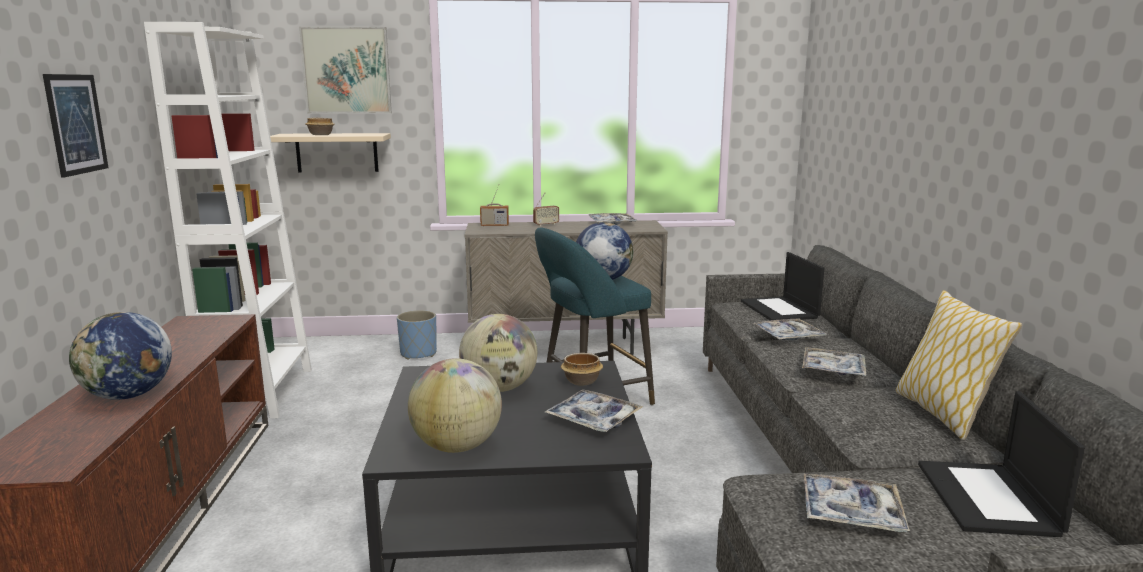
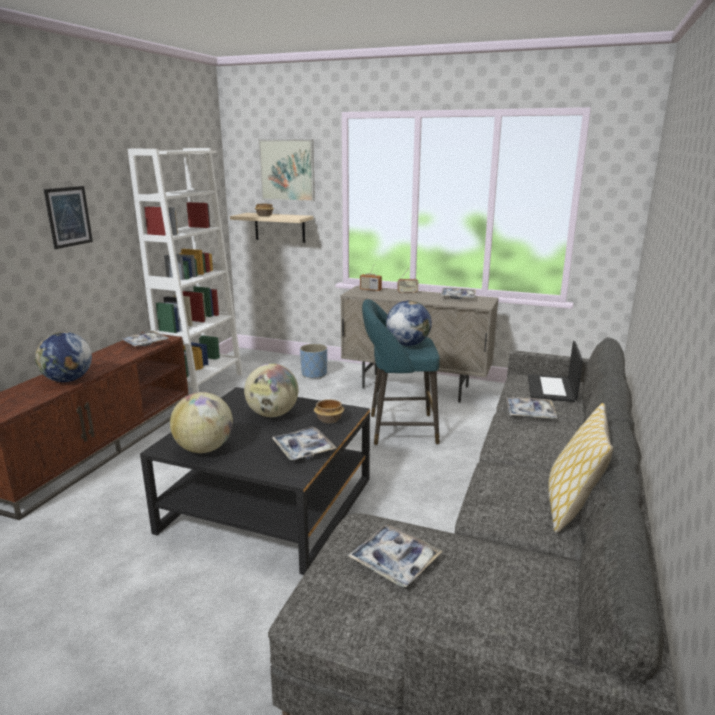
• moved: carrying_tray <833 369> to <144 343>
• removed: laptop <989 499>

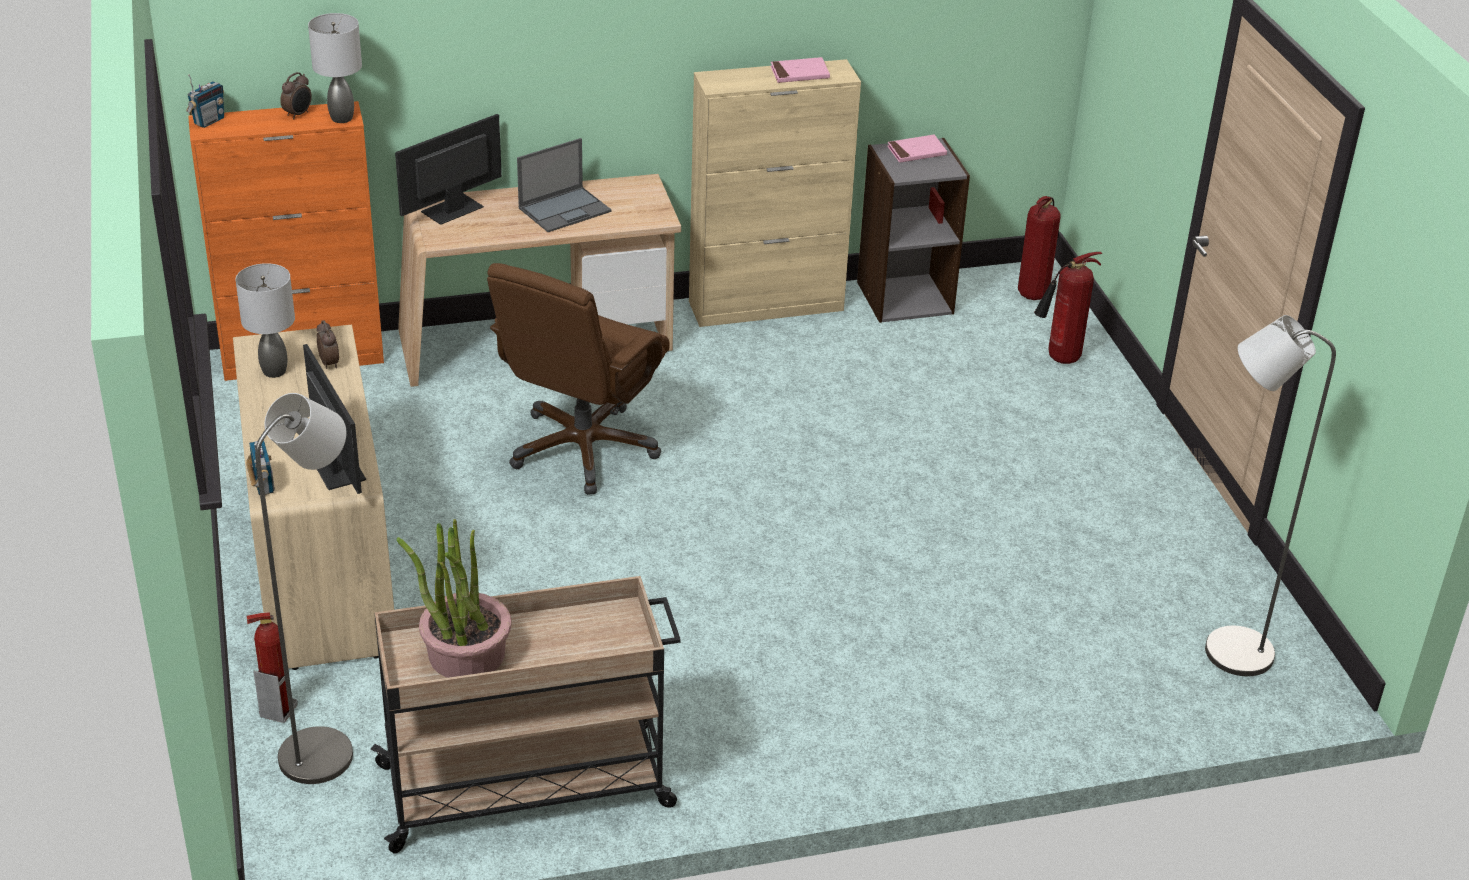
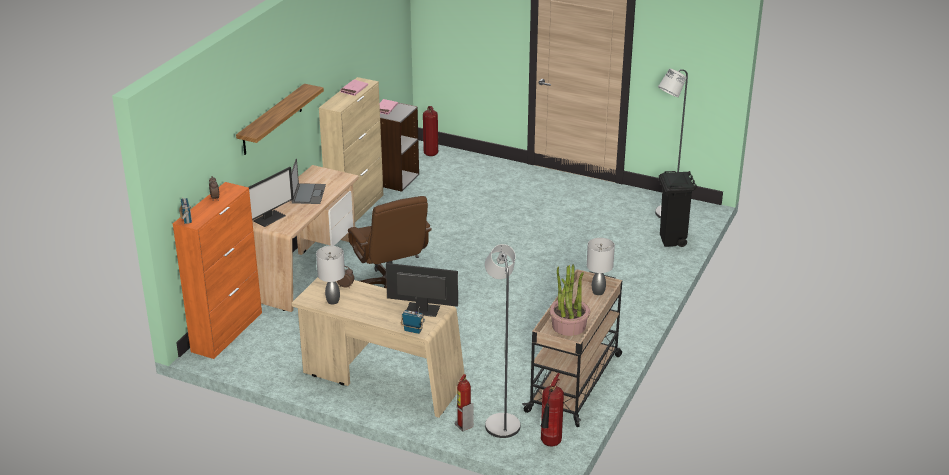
• moved: gray_tabletop_lamp <342 118> to <598 292>
• turned: monitor <452 210> = <269 218> 135 degrees counterclockwise
• moved: extinguisher <1059 359> to <550 444>
• added: bracket_shelf <272 120>
• added: blackish_trash_can <672 241>

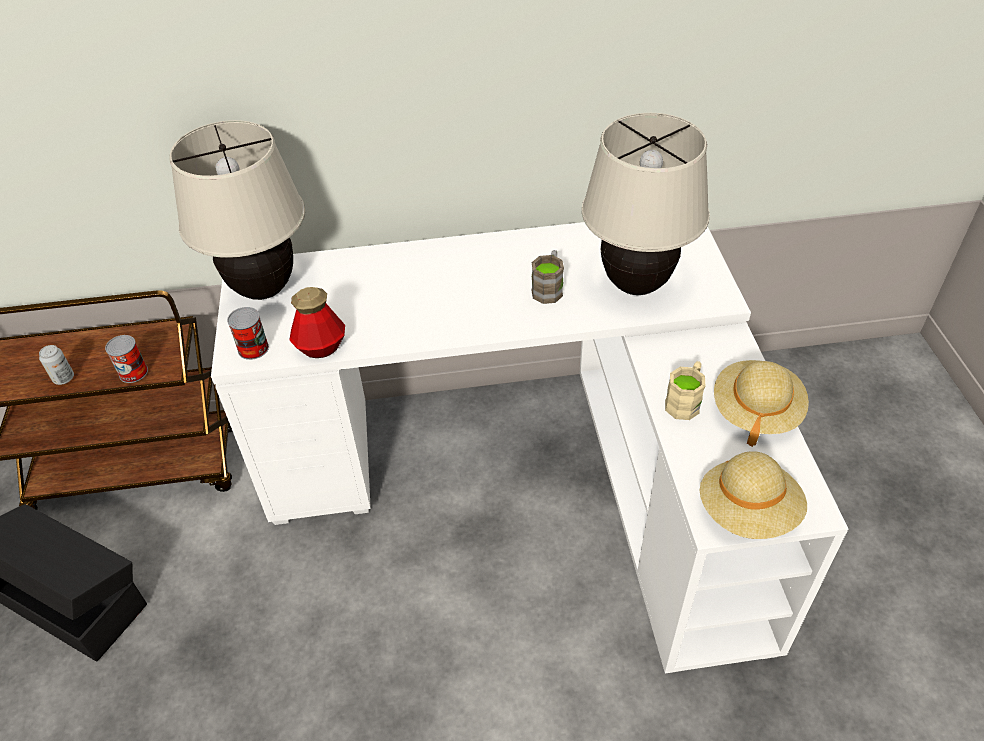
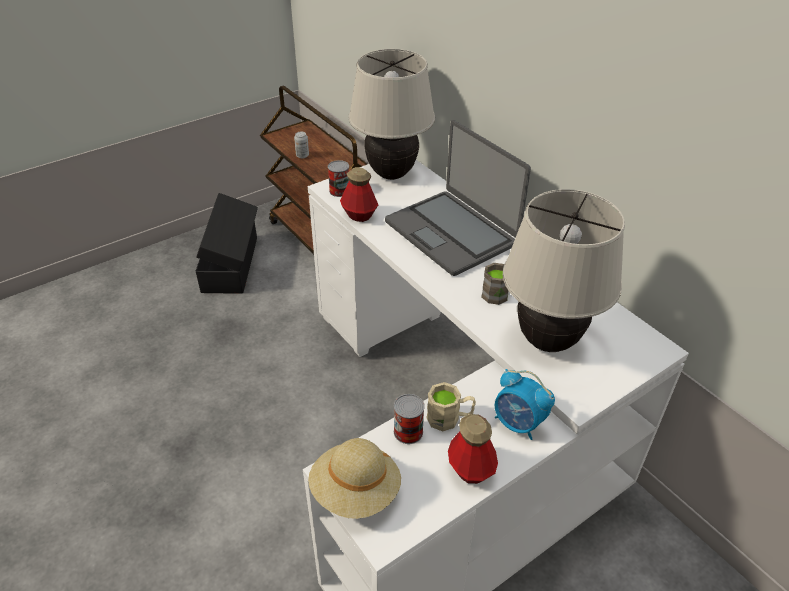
• moved: sealed_can <133 372> to <408 432>
• replaced: beige_clothing_hat <755 411> to beverage_bottle <471 469>
• added: laptop <451 233>
• added: bedside_clock <518 424>

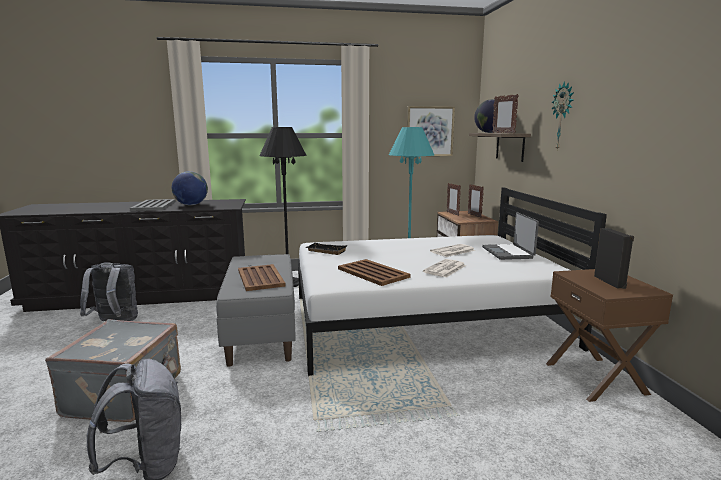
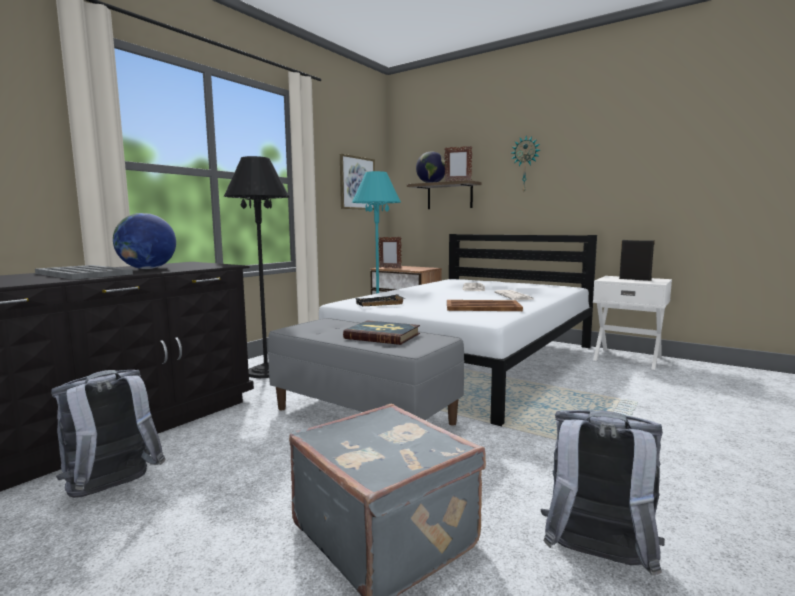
• replaced: brown_carrying_tray <260 278> to book <382 336>
• removed: standing_frame <474 216>
• removed: laptop <508 253>
• recoloured: brown_bedside_table <596 378> to white_bedside_table <627 358>

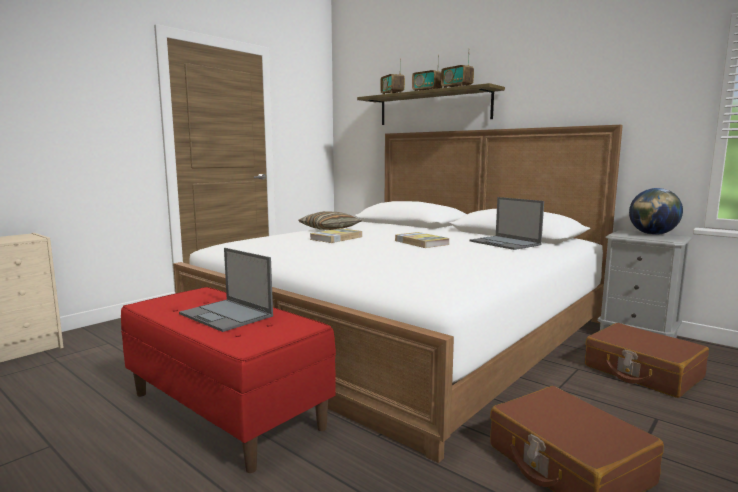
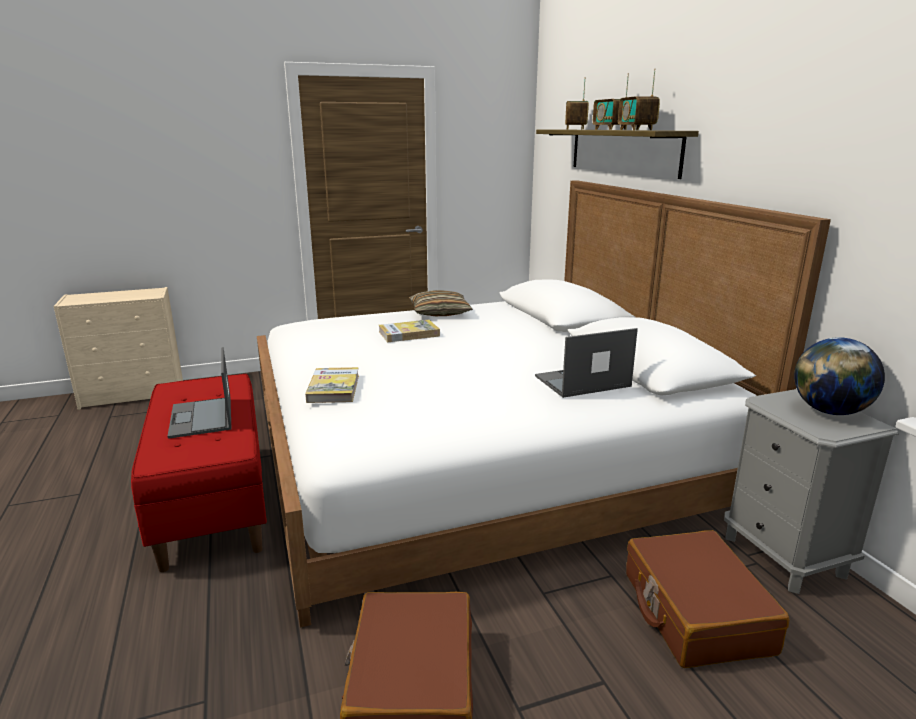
• moved: book <421 242> to <333 388>
• turned: laptop <505 243> = <581 382> 75 degrees clockwise

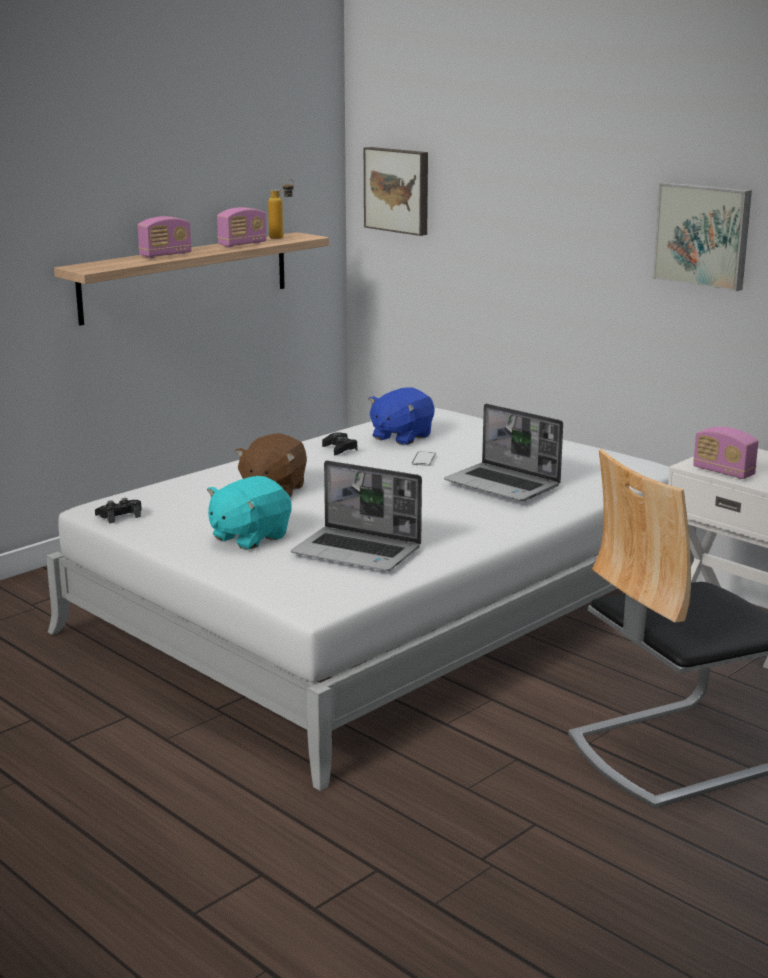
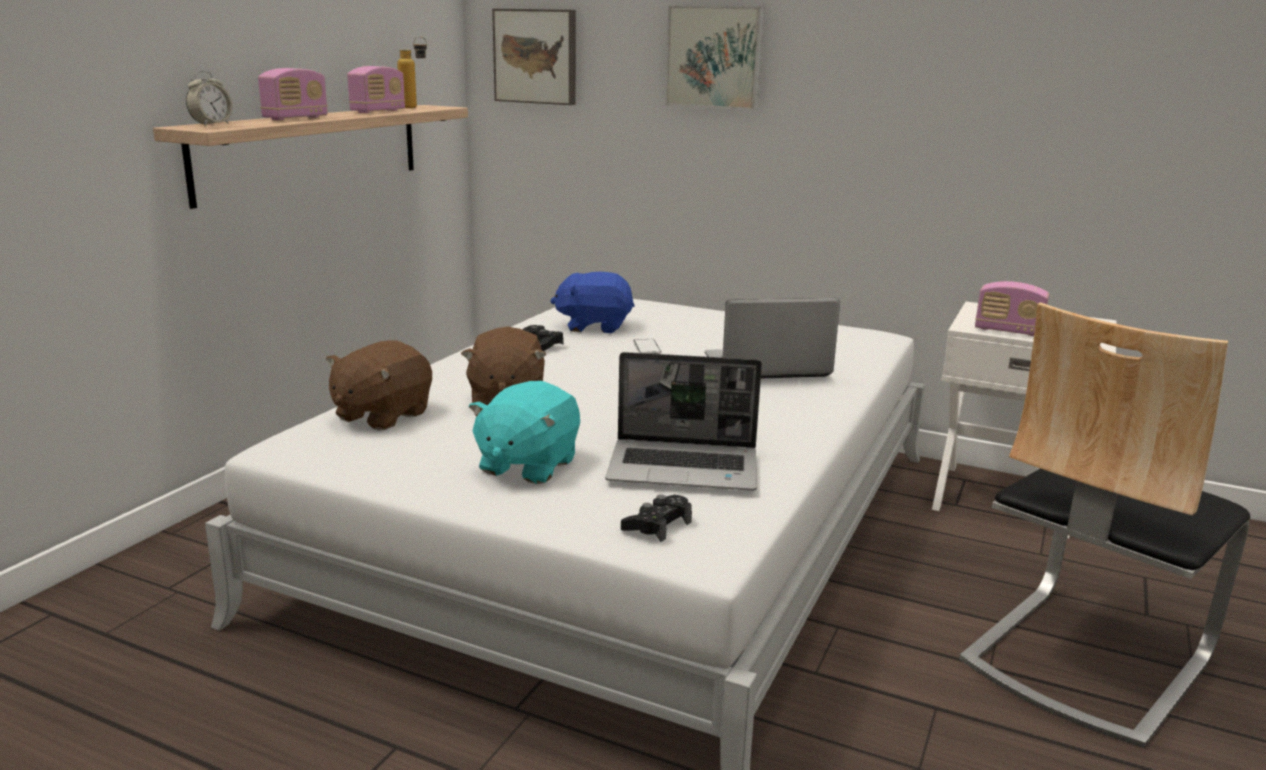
• moved: blackish_gamepad <119 516> to <657 525>
• turned: blue-coloured_soft_toy <401 437> = <594 326> 75 degrees clockwise
• turned: laptop <503 485> = <765 367> 150 degrees clockwise
• moved: wall_picture <703 235> to <715 57>
• added: bedside_clock <211 124>
• added: brown_soft_toy <381 415>

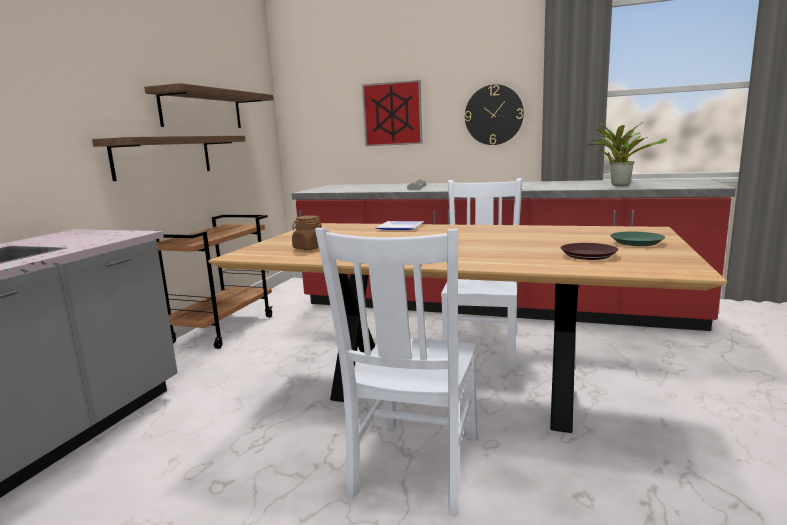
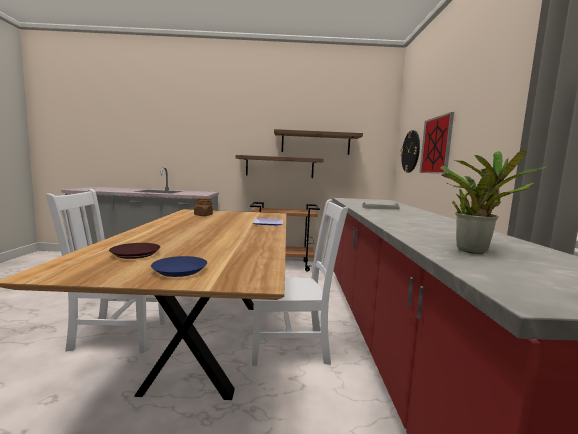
• moved: clock_on_the_wall <494 115> to <411 151>
• recoloured: green_flat_dish <637 242> to blue-coloured_flat_dish <179 270>

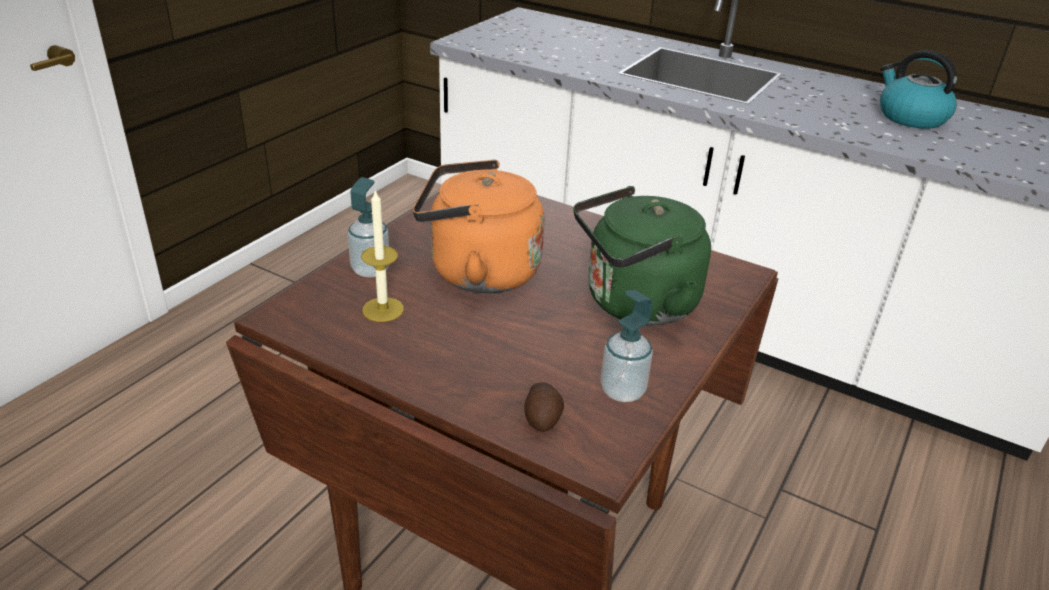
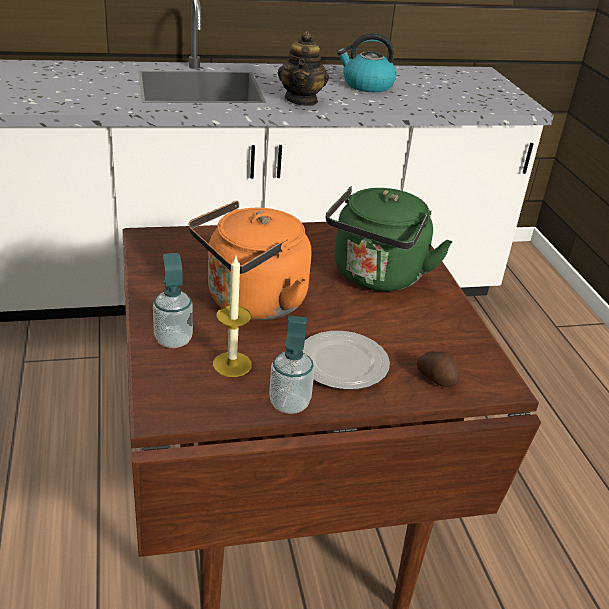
• moved: soap_bottle <622 391> to <289 403>
• added: teapot <301 100>
• added: flat_dish <342 365>

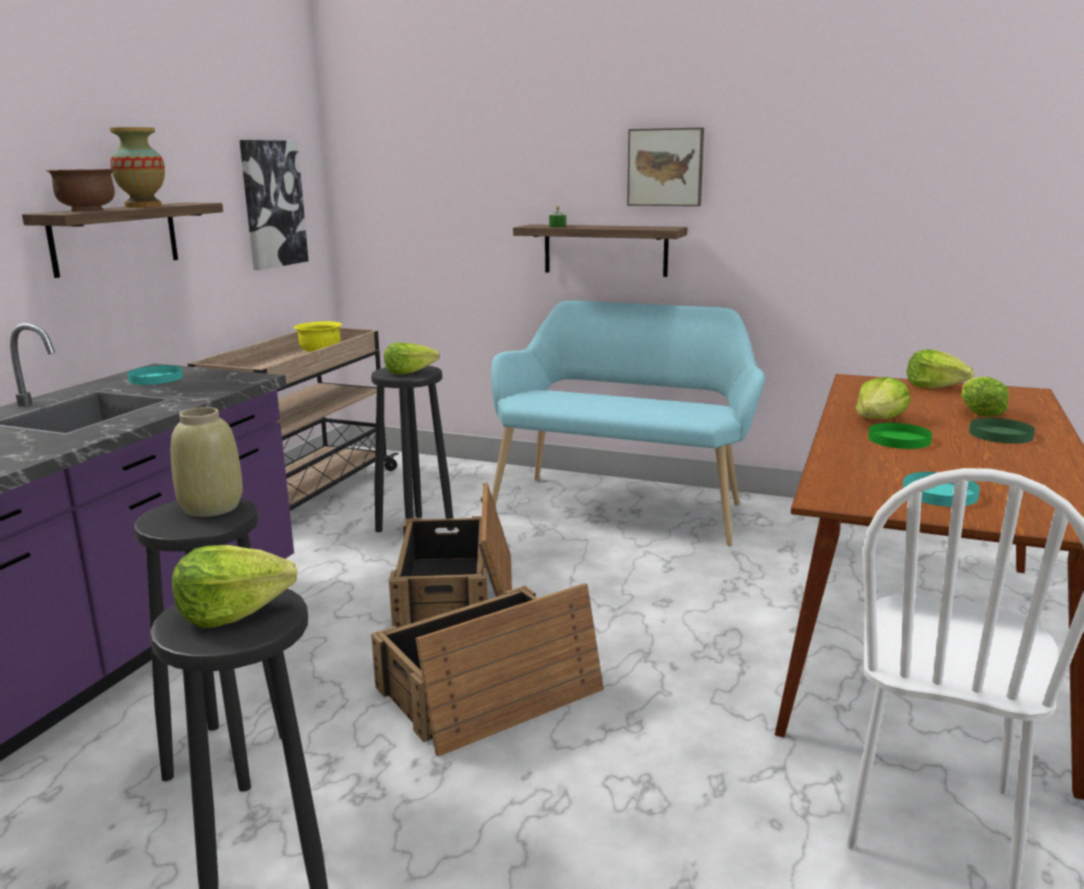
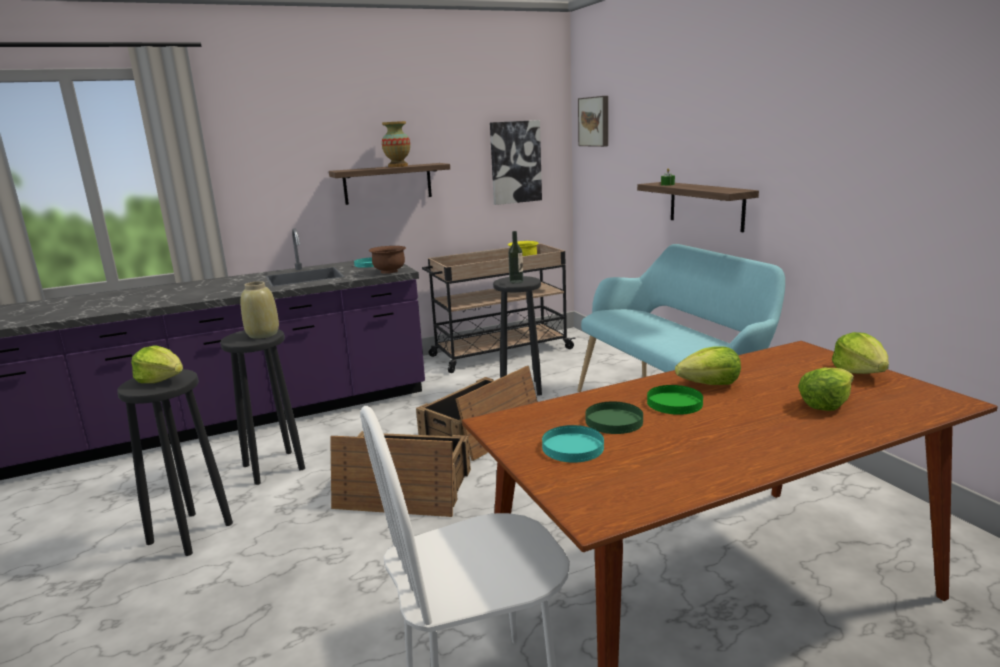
• moved: brown_serving_bowl <87 210> to <389 271>
• replaced: head_of_lettuce <409 372> to beverage_bottle <516 281>
• moved: wall_picture <665 167> to <595 121>
• moved: green_flat_dish <1001 434> to <613 421>

